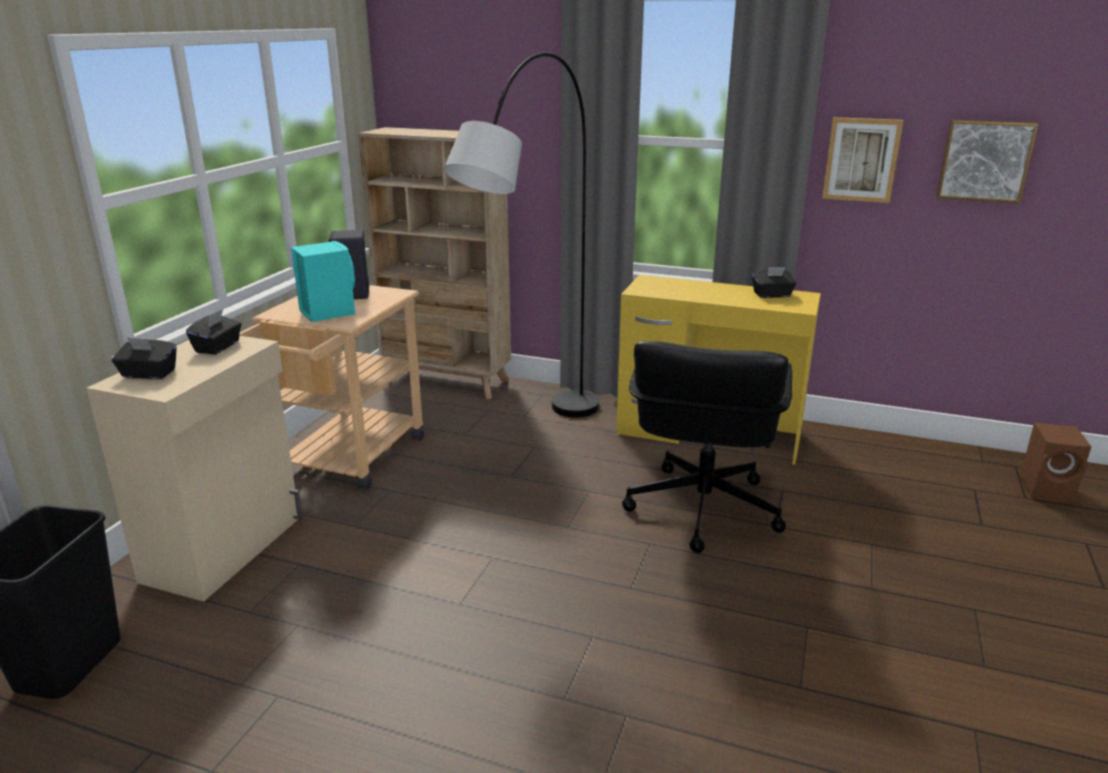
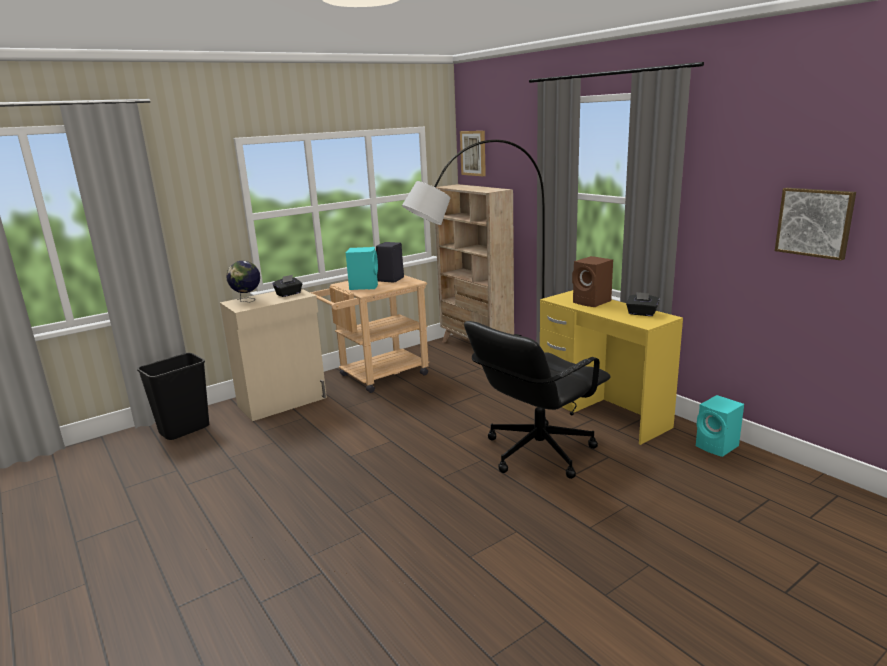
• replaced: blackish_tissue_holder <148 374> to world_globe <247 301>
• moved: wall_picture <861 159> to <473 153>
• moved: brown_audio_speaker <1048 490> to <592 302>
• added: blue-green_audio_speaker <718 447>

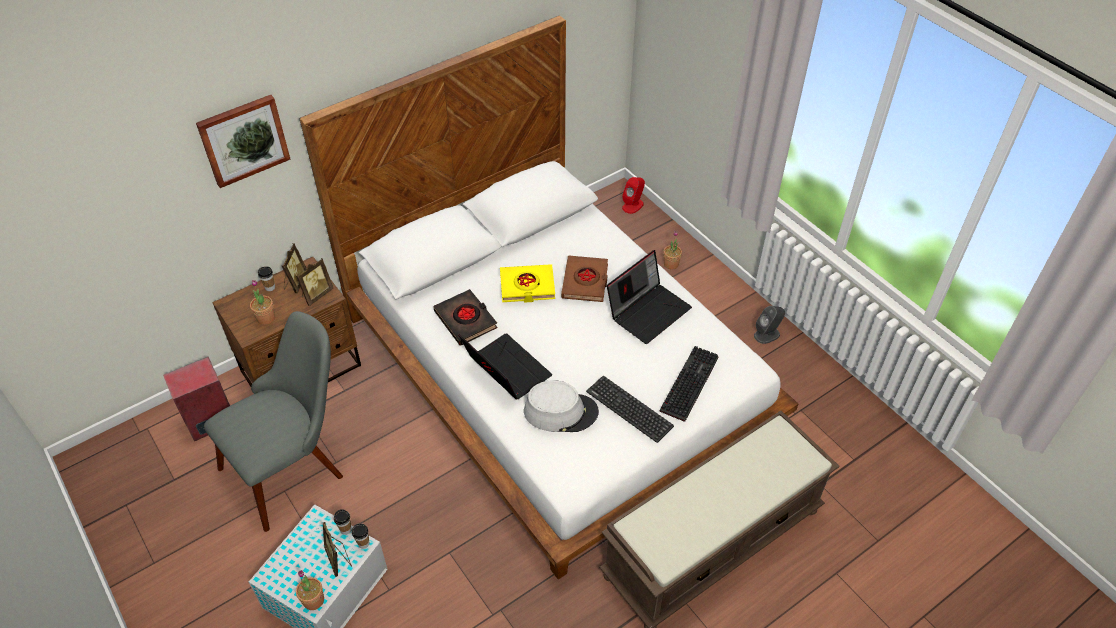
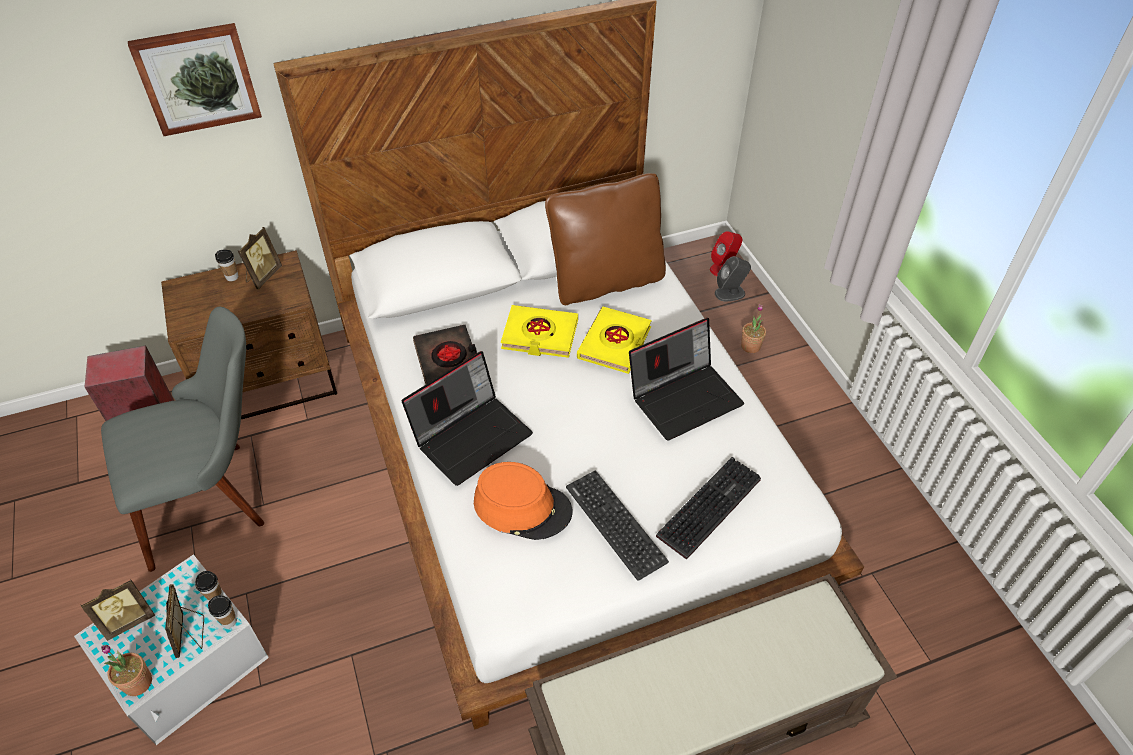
• removed: potted_plant <266 318>
• moved: standing_frame <316 295> to <129 620>
• turned: laptop <505 370> = <472 435> 75 degrees clockwise
• recoloured: gray_clothing_hat <561 411> to orangey_clothing_hat <522 507>
• recoloured: brown_book <585 282> to yellow_book <615 344>
• moved: gray_audio_speaker <767 334> to <730 293>
• added: brown_throw_pillow <606 281>

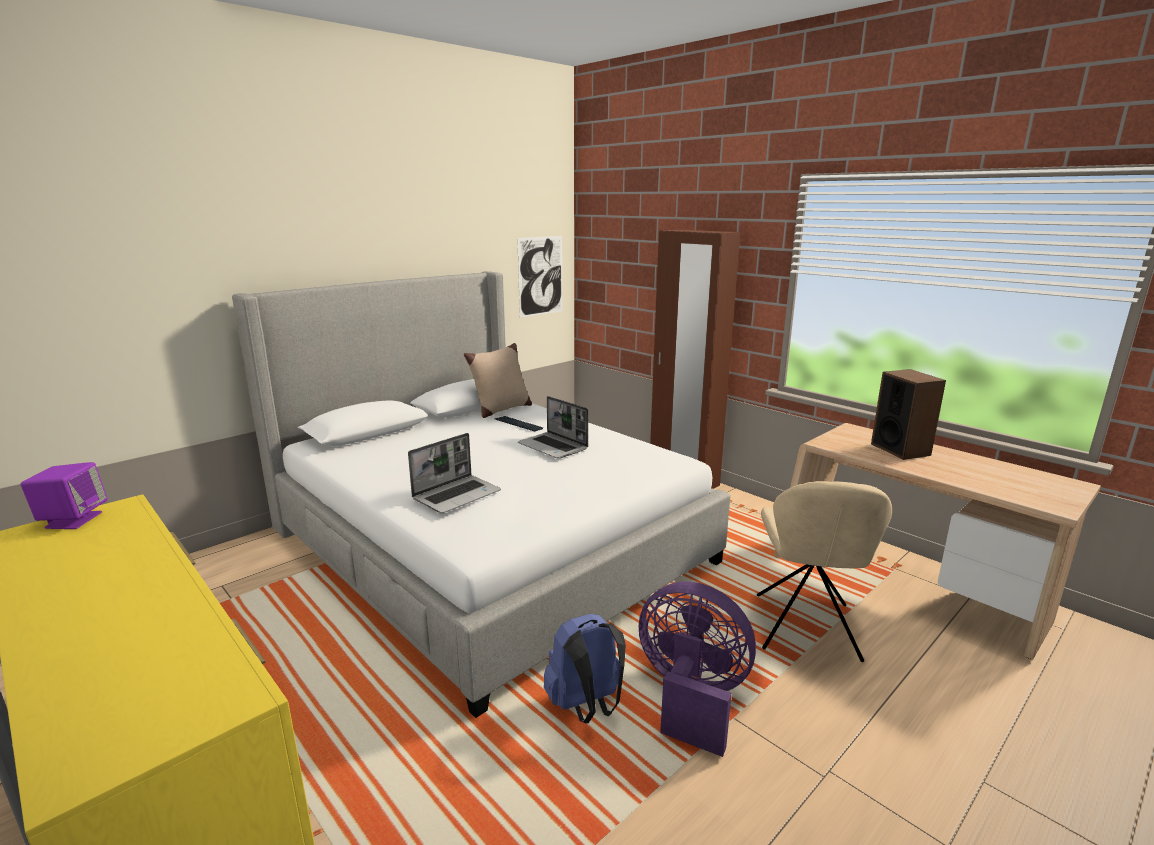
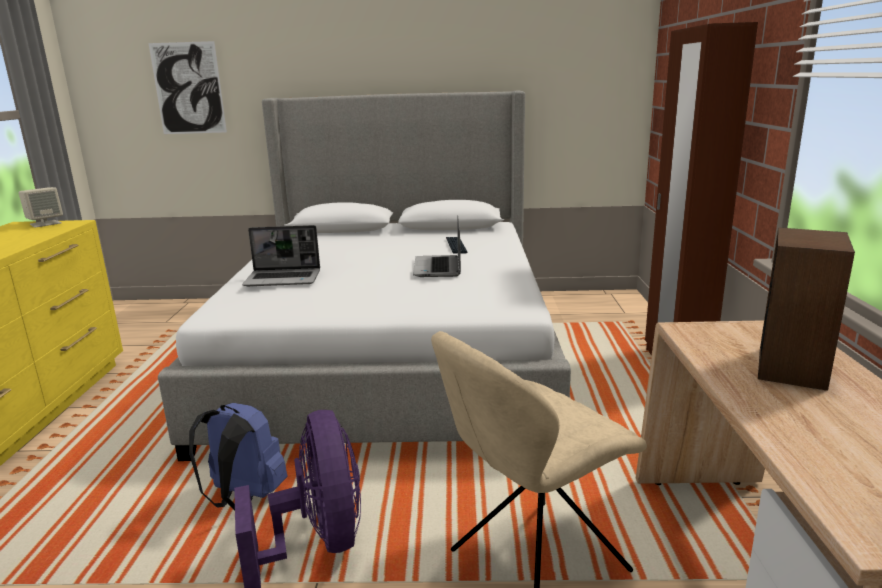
• recoloured: purple-coloured_audio_speaker <73 520> to beige_audio_speaker <45 223>
• removed: beige_throw_pillow <501 410>
• moved: wall_picture <540 276> to <188 88>

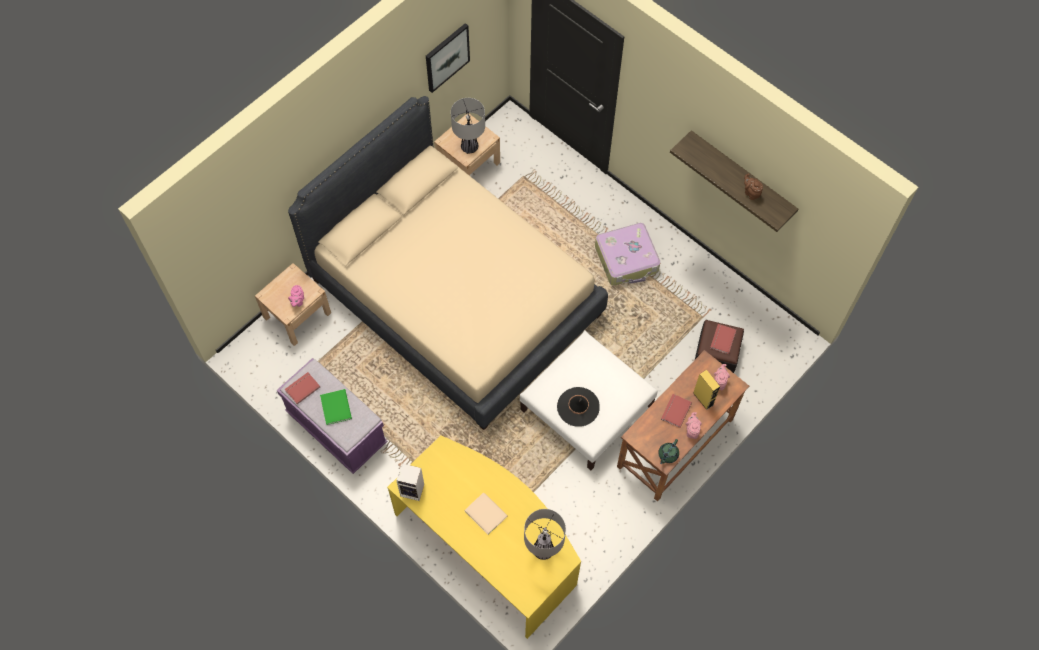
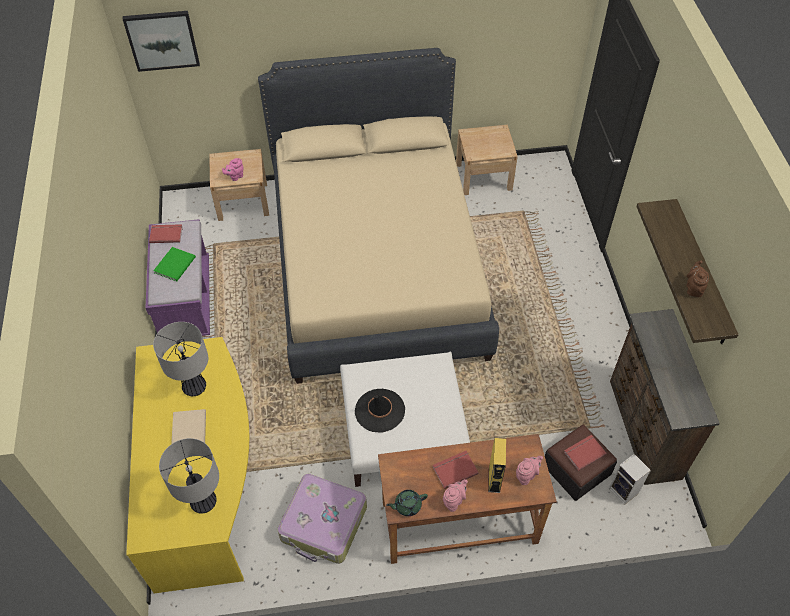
• moved: audio_speaker <413 490> to <624 491>
• moved: wall_picture <446 57> to <162 40>
• moved: tabletop_lamp <469 147> to <194 387>
• moved: piece_of_luggage <627 259> to <324 524>
• added: brown_drawer_chest <643 429>

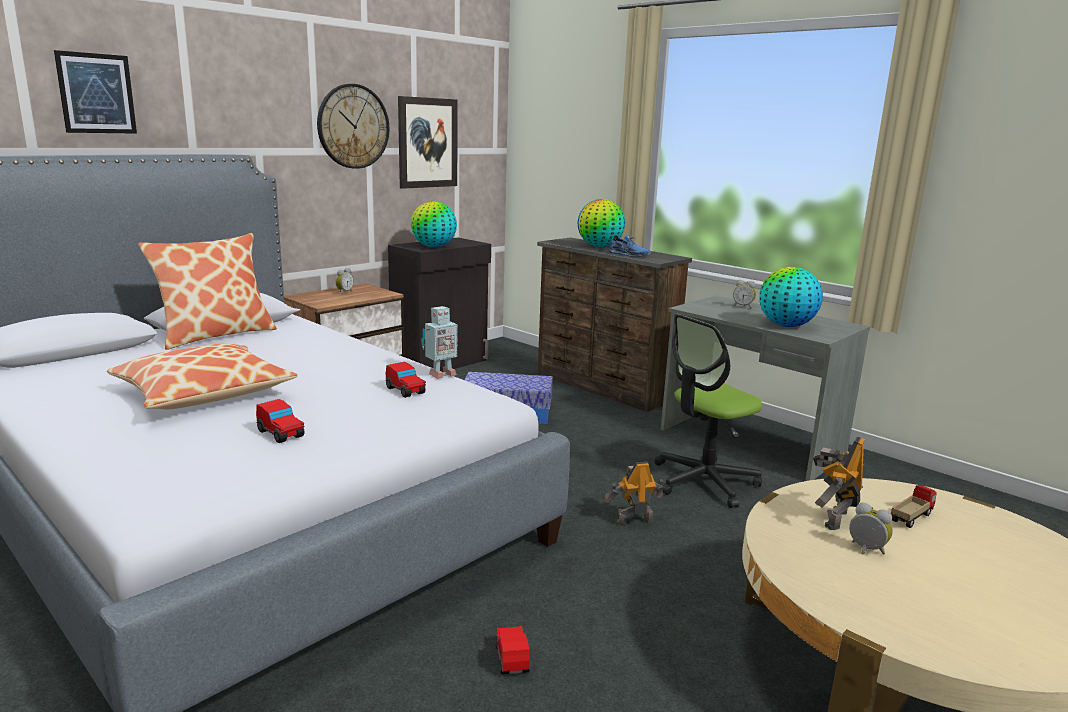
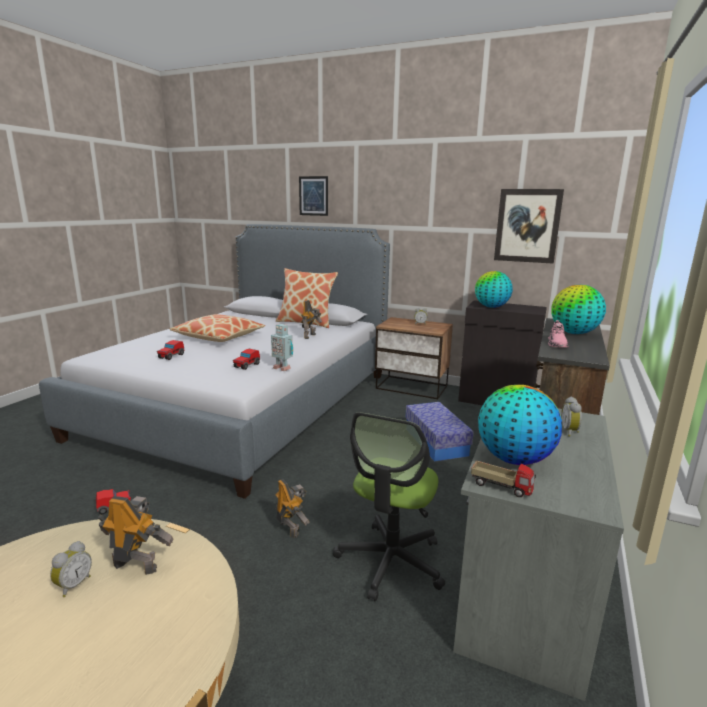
• removed: clock_on_the_wall <353 126>
• recoloured: blue-coloured_item_of_footwear <629 255> to pink-coloured_item_of_footwear <557 343>
• turned: office_chair <704 481> = <390 561> 105 degrees counterclockwise
• moved: toy_truck <910 518> to <501 487>
• added: toy_robot <311 336>

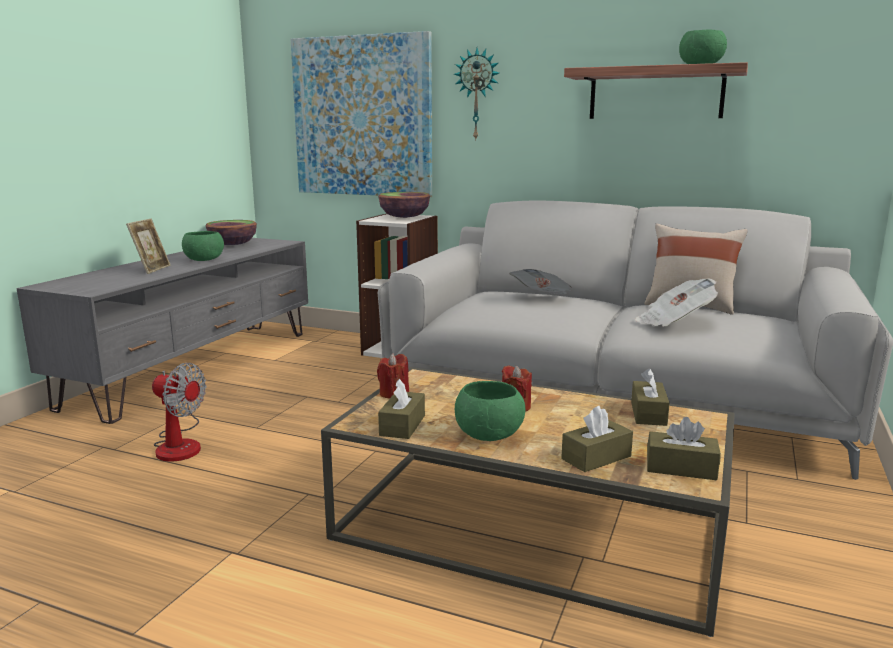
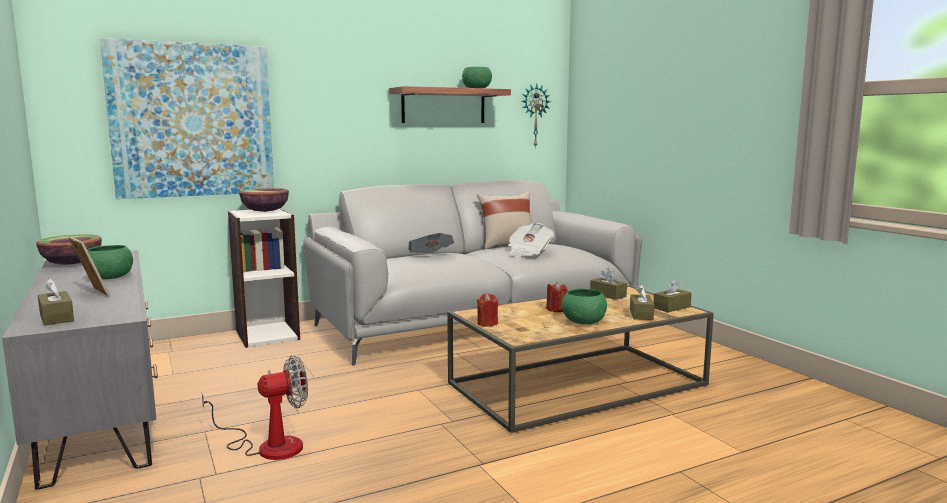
• moved: brown_tissue_holder <402 425> to <56 317>
• moved: clock_on_the_wall <477 94> to <534 115>

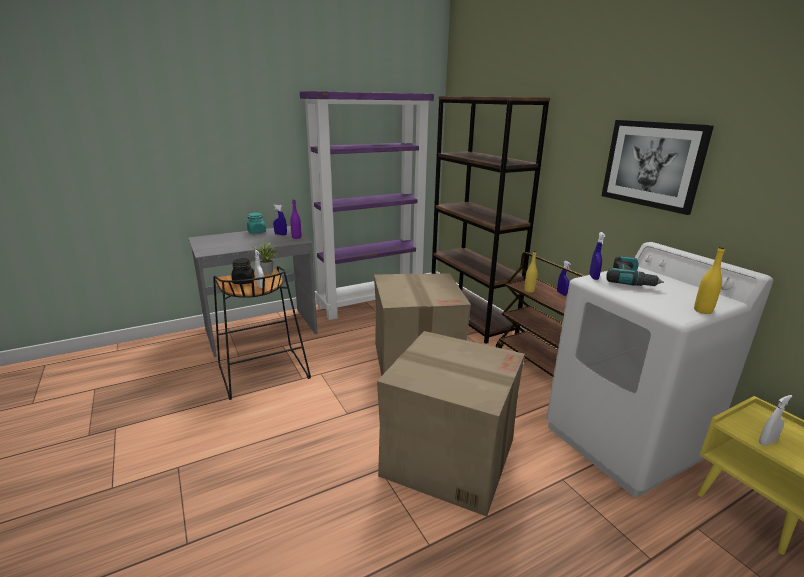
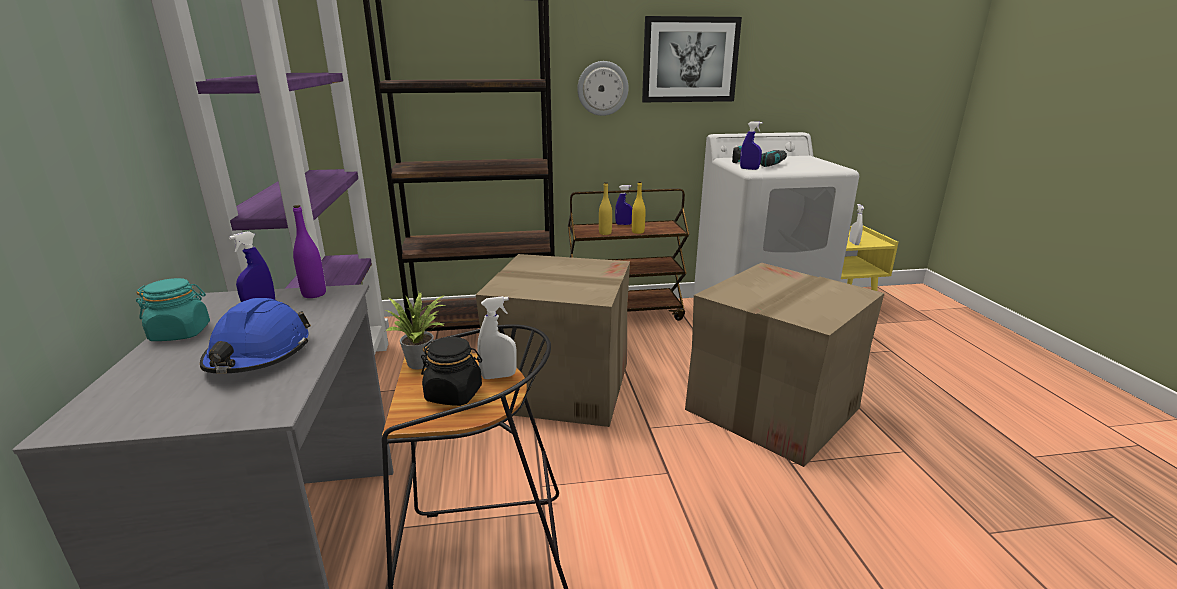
• moved: yellow_beverage_bottle <703 311> to <638 232>
• added: blue-coloured_hard_hat <259 355>
• added: clock_on_the_wall <602 88>

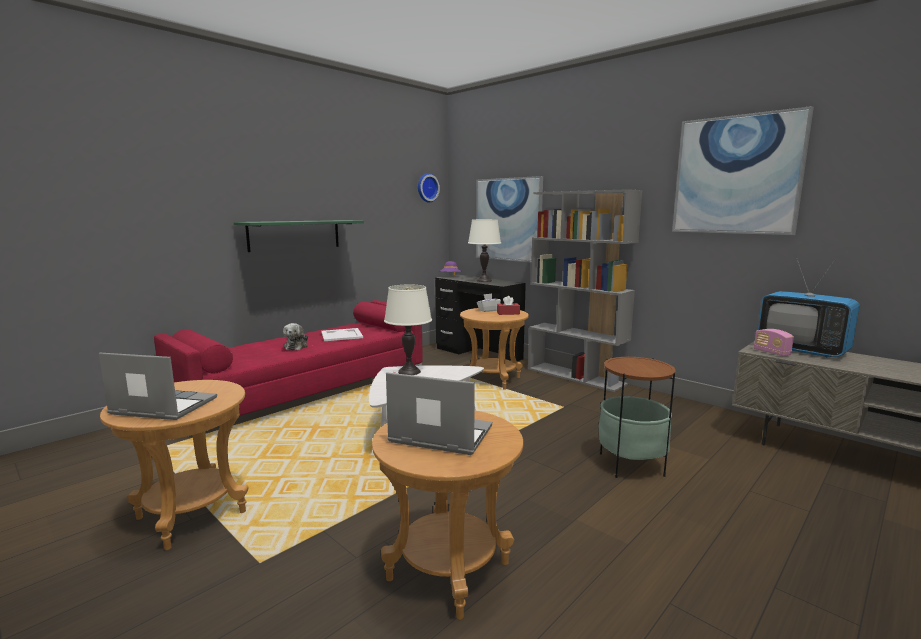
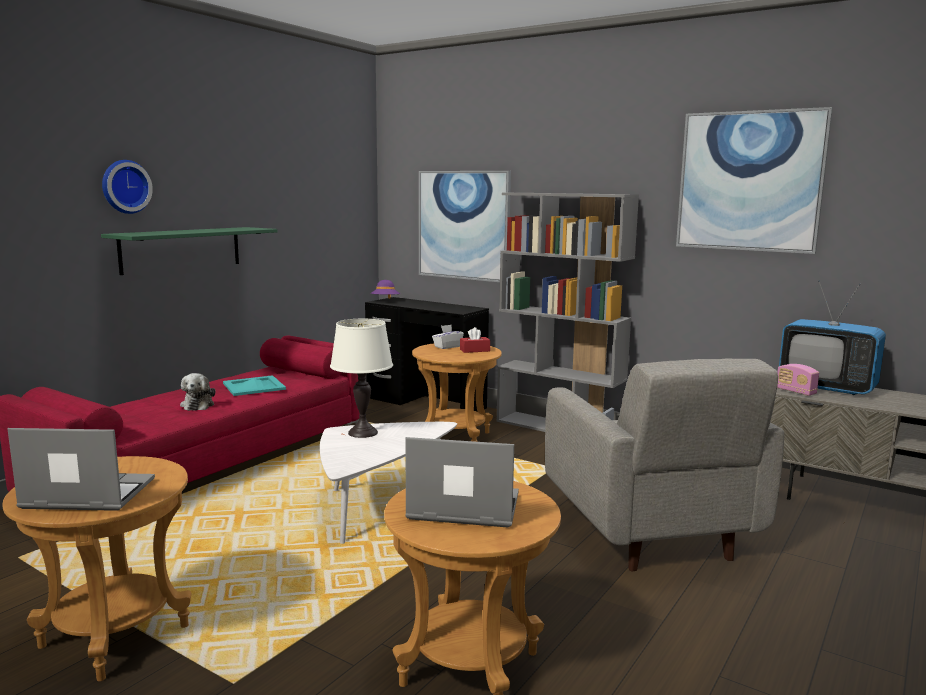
• recoloured: white_carrying_tray <341 335> to blue-green_carrying_tray <253 386>
• moved: clock_on_the_wall <426 188> to <125 186>
• removed: white_tabletop_lamp <484 280>
• replaced: side_table <631 464> to gray_easy_chair <648 532>

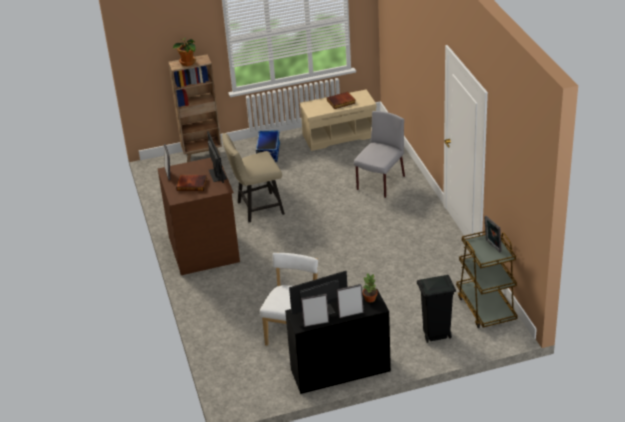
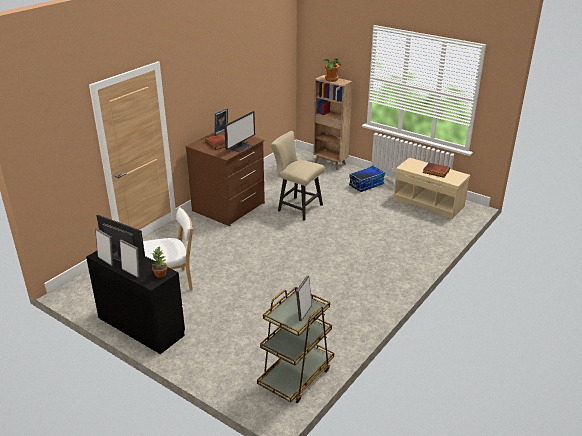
• removed: gray_chair <380 183>
• removed: blackish_trash_can <435 335>

